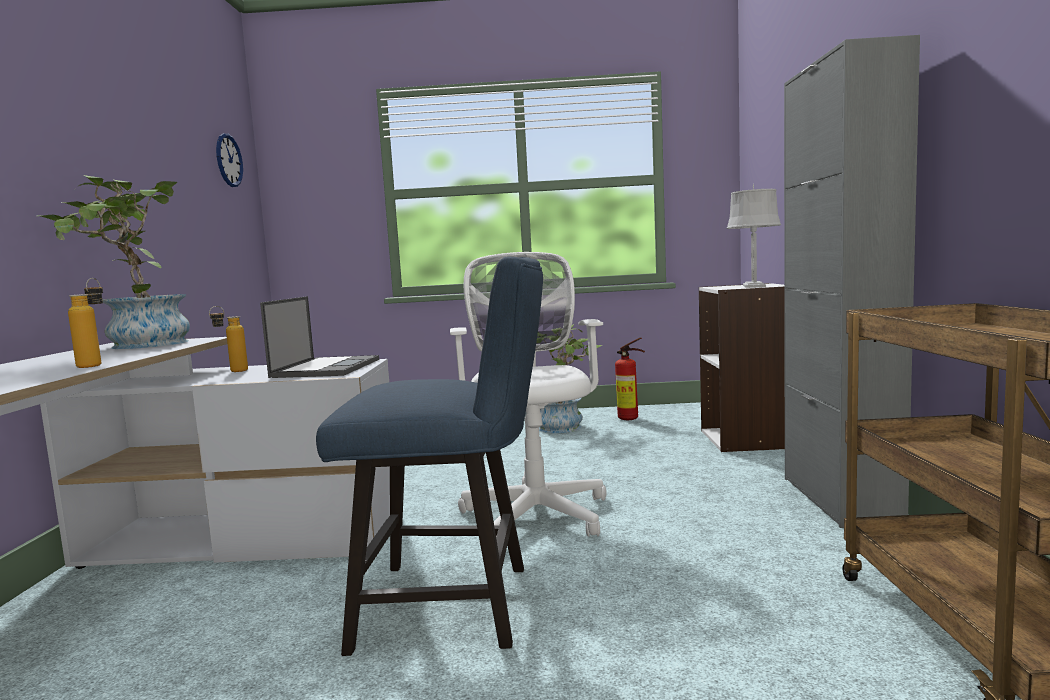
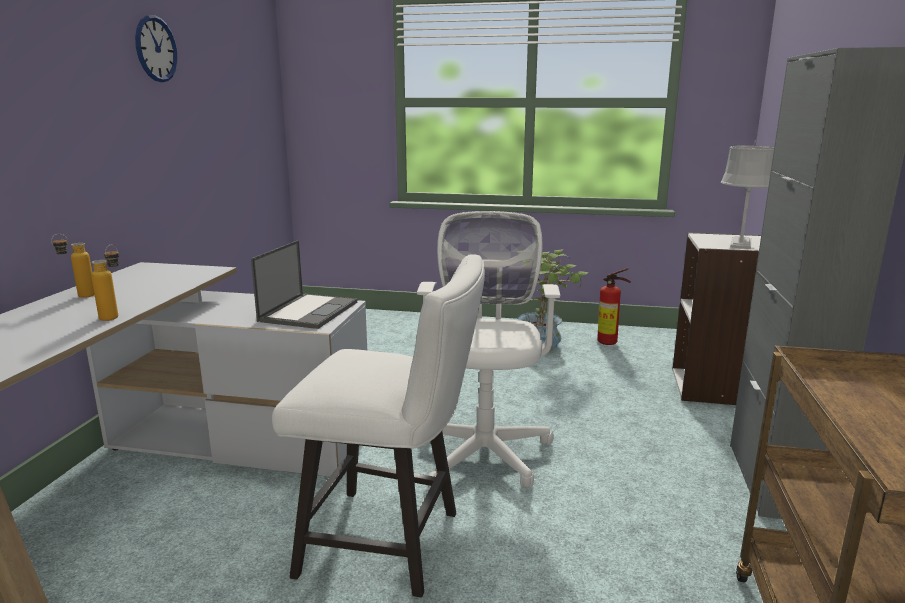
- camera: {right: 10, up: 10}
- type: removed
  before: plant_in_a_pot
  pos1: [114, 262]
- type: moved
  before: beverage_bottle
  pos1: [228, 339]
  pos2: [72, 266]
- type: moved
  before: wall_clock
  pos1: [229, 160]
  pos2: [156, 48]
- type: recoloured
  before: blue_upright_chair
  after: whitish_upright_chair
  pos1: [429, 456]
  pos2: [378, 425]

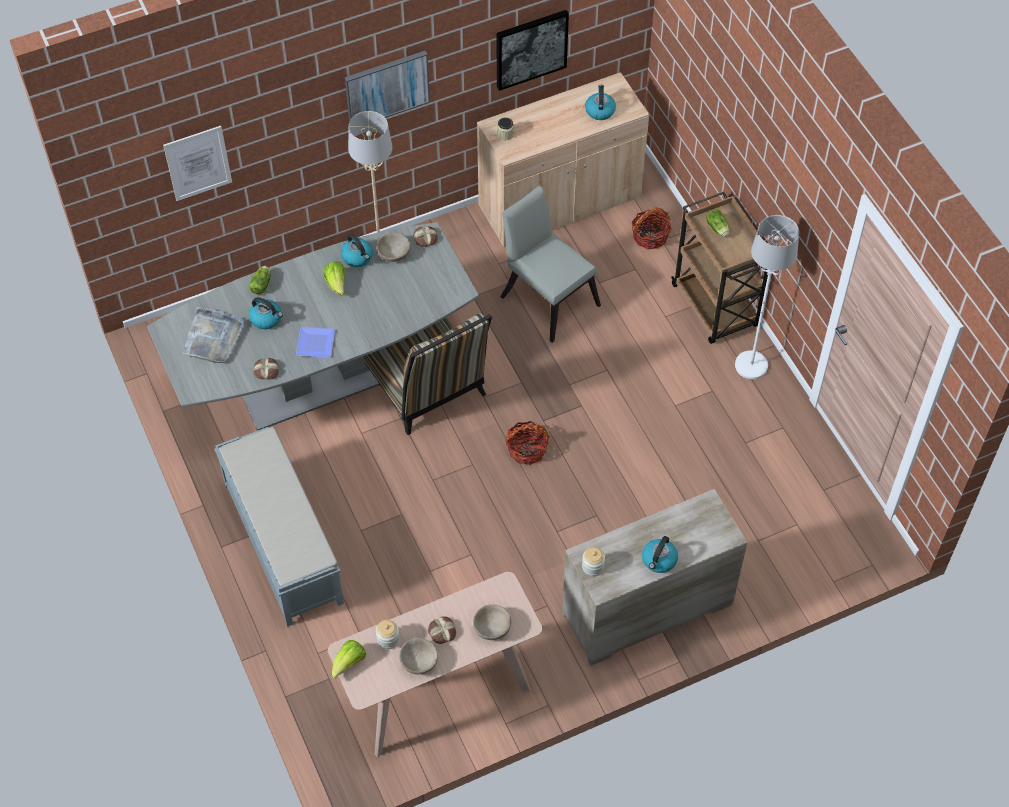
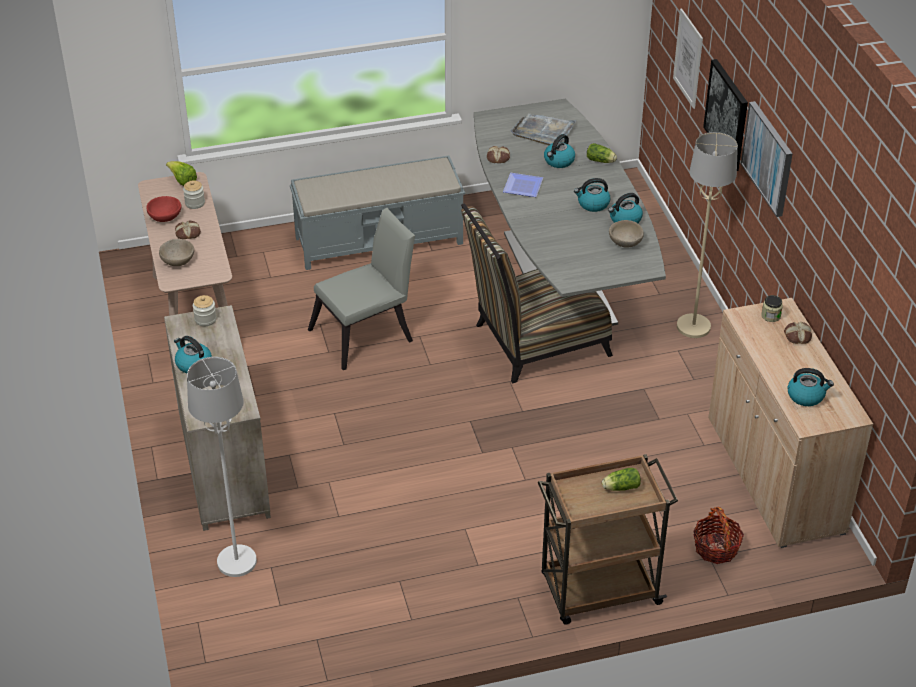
- camera: {right: 100, up: -15}
- type: removed
  before: storage_basket
  pos1: [527, 443]
- type: moved
  before: bakery_bread
  pos1: [425, 236]
  pos2: [798, 333]
- type: moved
  before: wall_art
  pos1: [532, 50]
  pos2: [725, 115]
- type: moved
  before: grey_upright_chair
  pos1: [550, 264]
  pos2: [361, 289]
- type: moved
  before: whitish_standard_lamp
  pos1: [767, 297]
  pos2: [222, 467]
- type: replaced
  before: head_of_lettuce
  after: kettle
  pos1: [334, 278]
  pos2: [592, 195]
- type: recoloured
  before: sand-coloured_serving_bowl
  after: red_serving_bowl
  pos1: [418, 656]
  pos2: [163, 209]

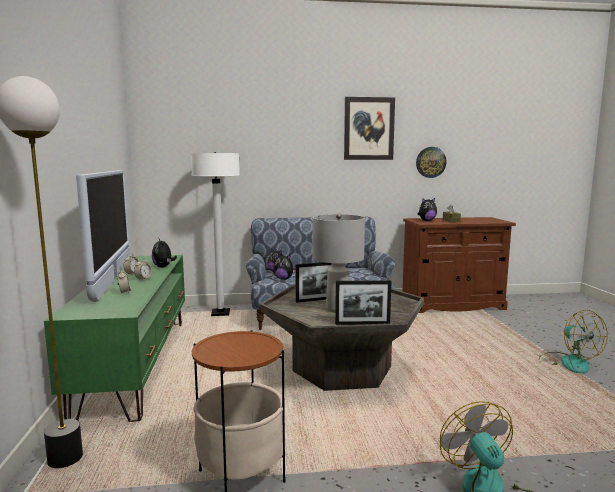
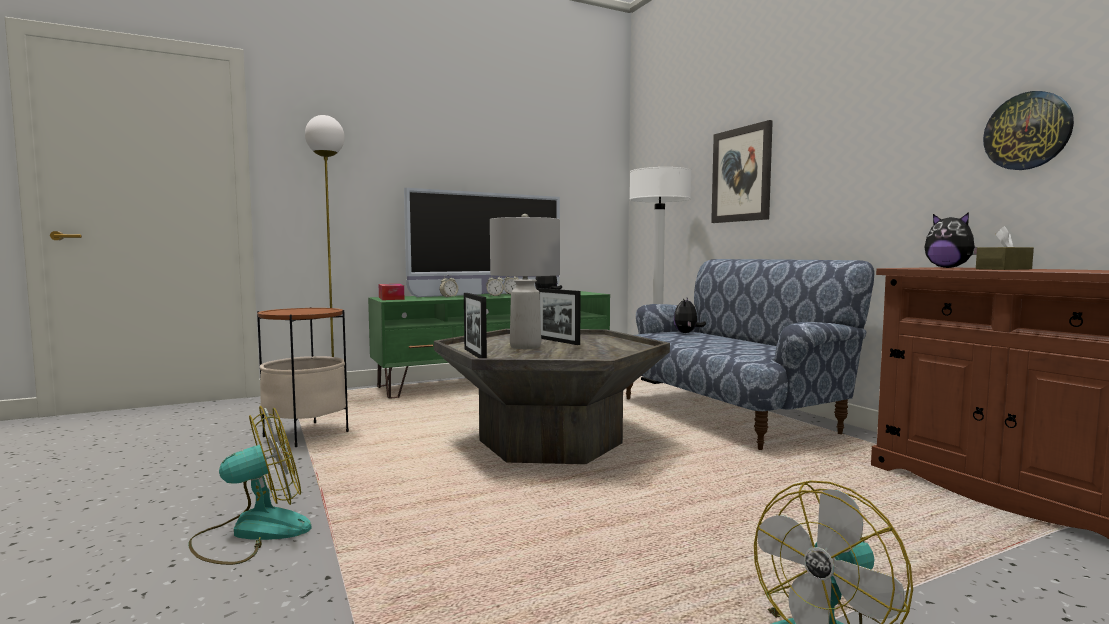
- camera: {right: 70, up: -5}
- type: removed
  before: soft_toy
  pos1: [284, 266]
- type: added
  after: tissue_box
  pos2: [391, 292]
- type: moved
  before: wall_art
  pos1: [369, 128]
  pos2: [742, 171]

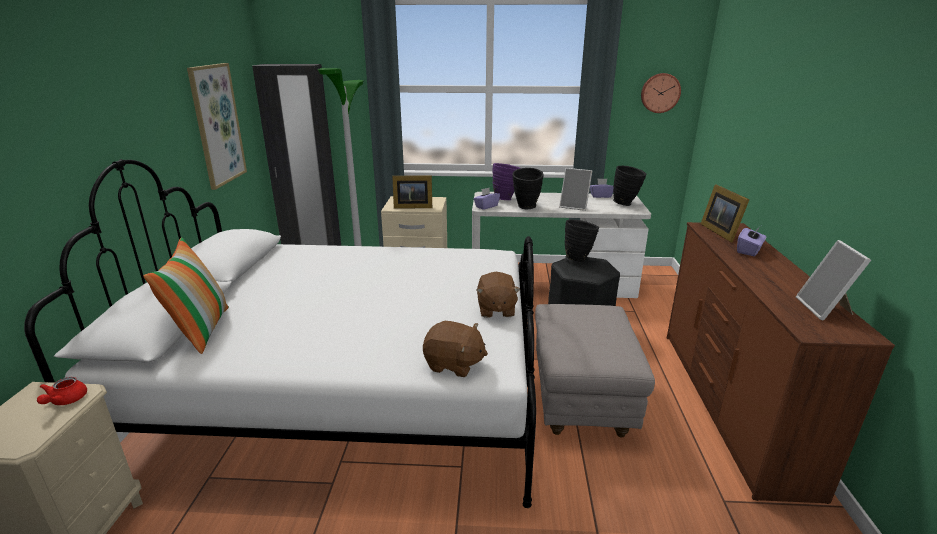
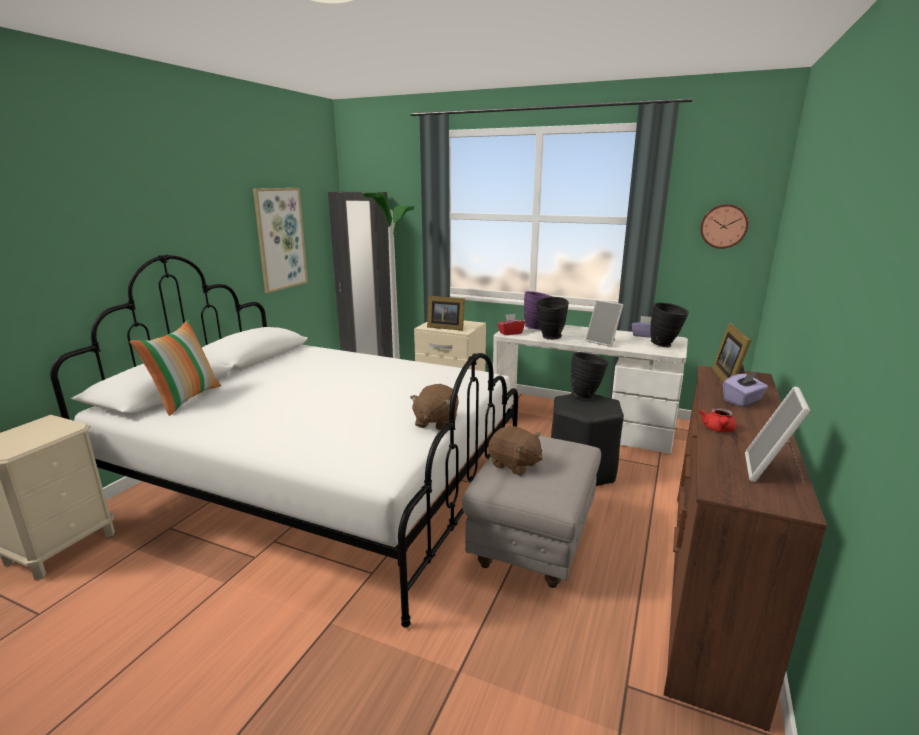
- camera: {right: 20, up: -5}
- type: moved
  before: red_pot_for_tea
  pos1: [62, 391]
  pos2: [717, 420]
- type: moved
  before: brown_soft_toy
  pos1: [455, 349]
  pos2: [515, 450]
- type: recoloured
  before: purple_tissue_box
  after: red_tissue_box
  pos1: [486, 199]
  pos2: [511, 324]

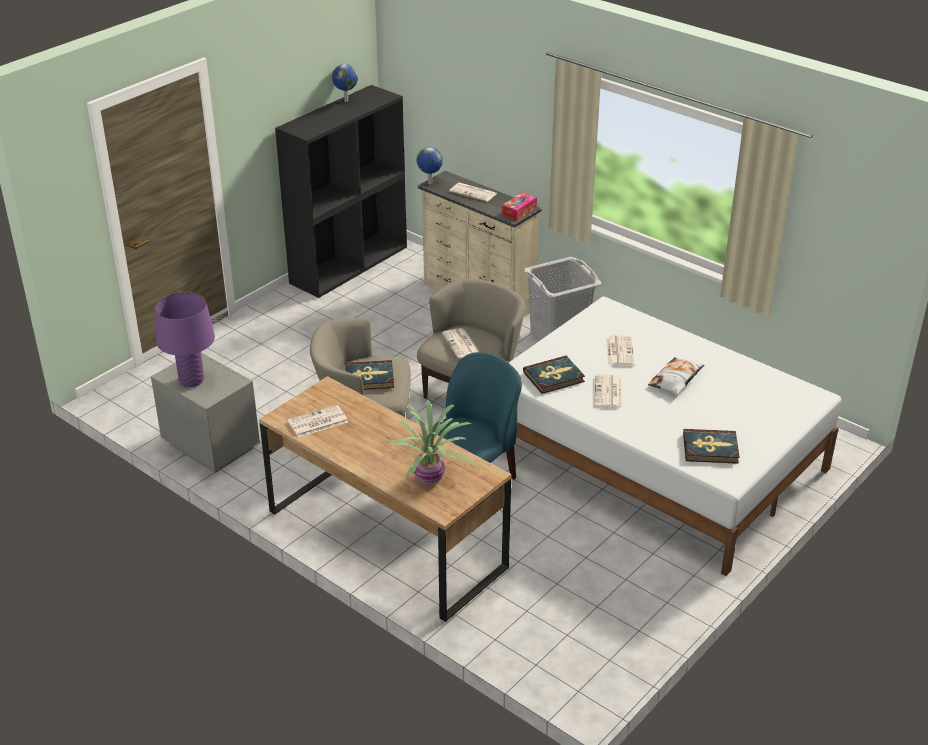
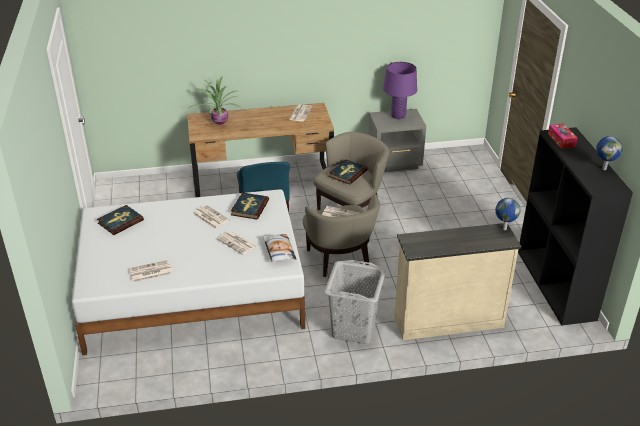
- camera: {right: 130, up: 0}
- type: moved
  before: daily_paper
  pos1: [473, 192]
  pos2: [151, 271]
- type: moved
  before: tissue_box
  pos1: [519, 206]
  pos2: [563, 135]
- type: moved
  before: pillow
  pos1: [676, 376]
  pos2: [279, 248]

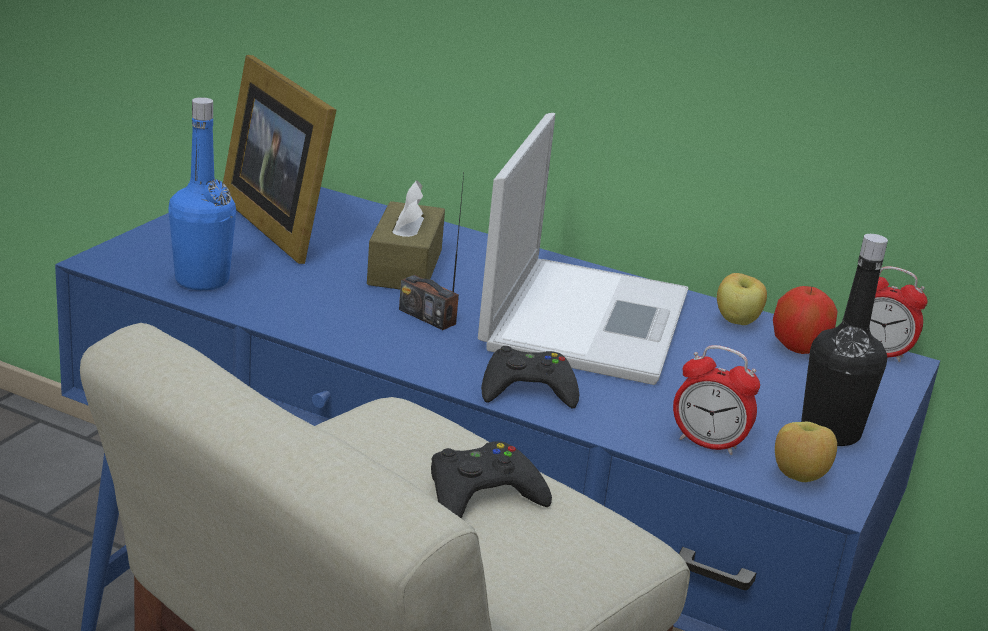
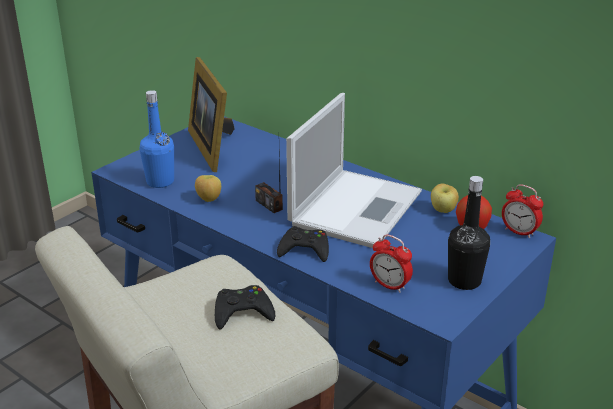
- camera: {right: 15, up: 5}
- type: removed
  before: brown_tissue_box
  pos1: [406, 234]
- type: moved
  before: apple_fruit
  pos1: [806, 452]
  pos2: [208, 188]

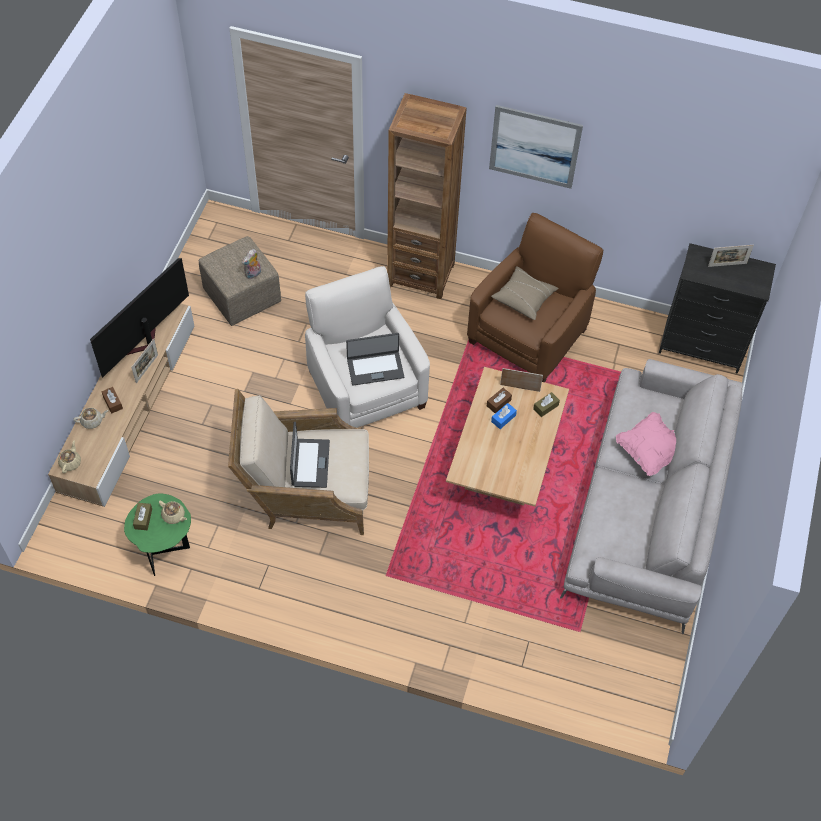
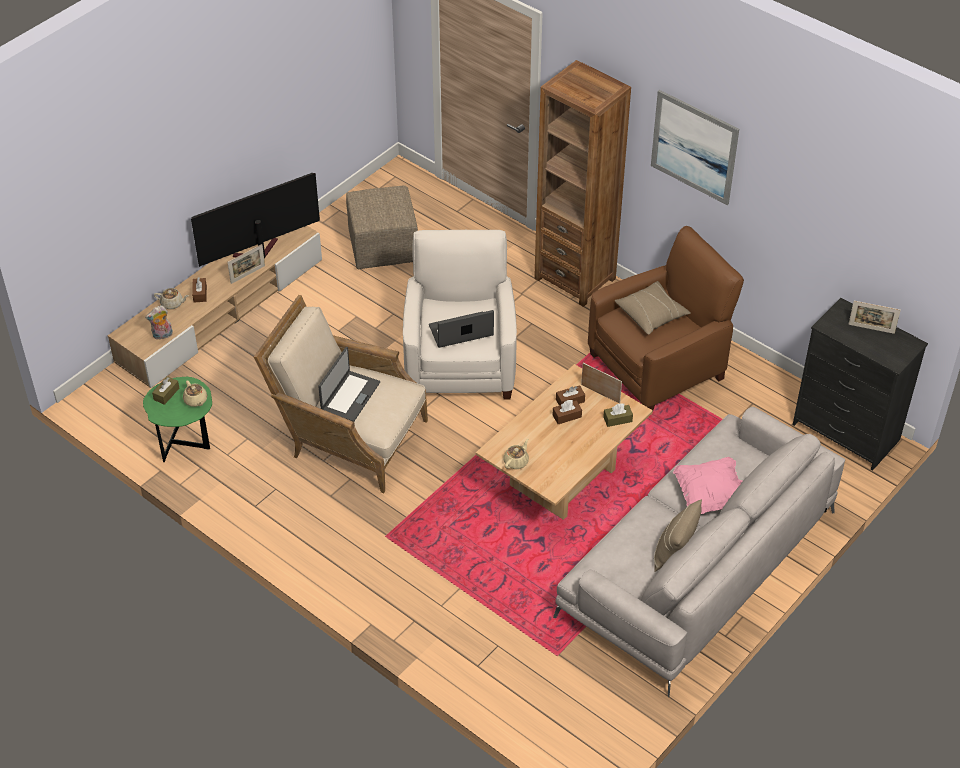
- camera: {right: 25, up: -10}
- type: added
  after: sand-coloured_pillow
  pos2: [678, 535]
- type: moved
  before: sand-coloured_pot_for_tea
  pos1: [69, 456]
  pos2: [516, 453]
- type: moved
  before: soft_toy
  pos1: [251, 264]
  pos2: [159, 322]
- type: recoloured
  before: blue_tissue_box
  after: brown_tissue_box
  pos1: [504, 416]
  pos2: [567, 412]
- type: turned
  before: portable_computer
  pos1: [375, 359]
  pos2: [461, 329]
  turn: 150

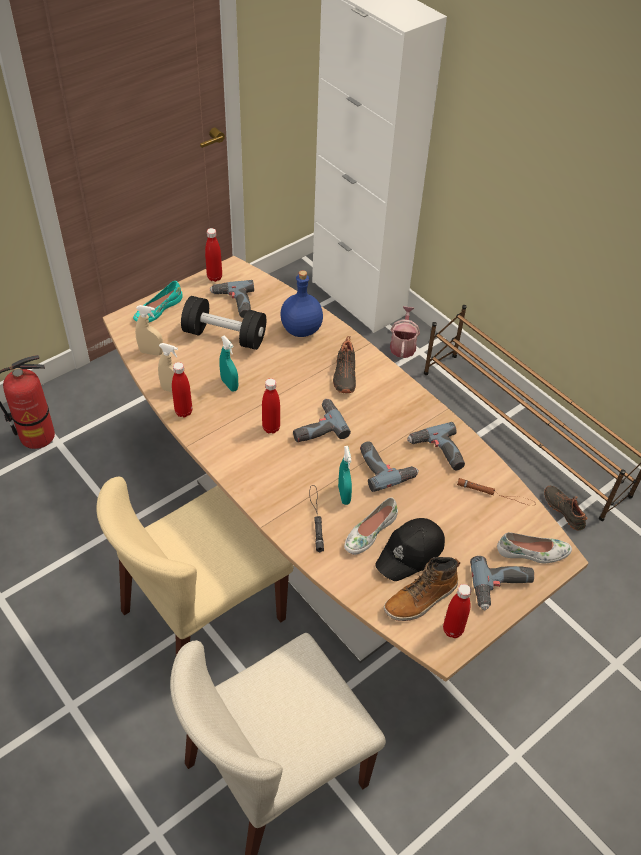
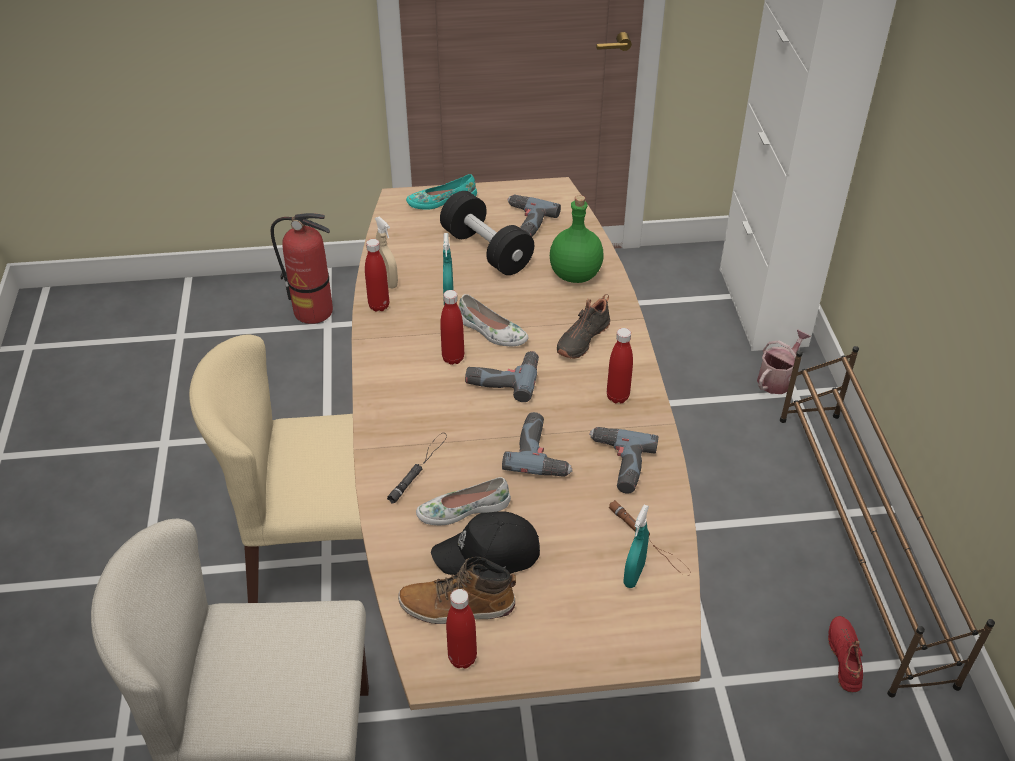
- camera: {right: 35, up: -5}
- type: removed
  before: sand-coloured_hand_sprayer
  pos1: [149, 330]
- type: removed
  before: electric_drill
  pos1: [502, 583]
- type: moved
  before: red_beverage_bottle
  pos1: [213, 255]
  pos2: [620, 365]
- type: moved
  before: turquoise-coloured_hand_sprayer
  pos1: [345, 475]
  pos2: [636, 546]
- type: moved
  before: whitish_shoe
  pos1: [534, 547]
  pos2: [494, 320]
- type: recoloured
  before: blue_beverage_bottle
  after: green-coloured_beverage_bottle
  pos1: [301, 303]
  pos2: [576, 239]
- type: recoloured
  before: black-coloured_shoe
  after: red_shoe
  pos1: [565, 508]
  pos2: [845, 654]

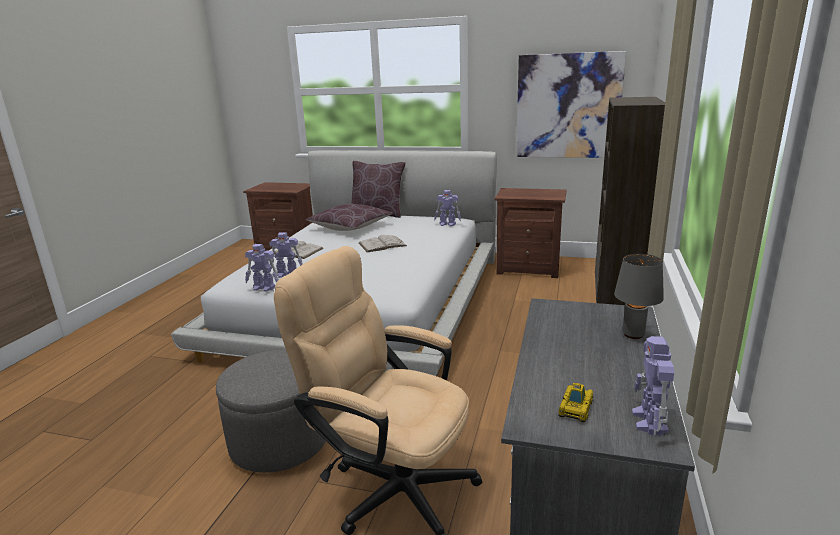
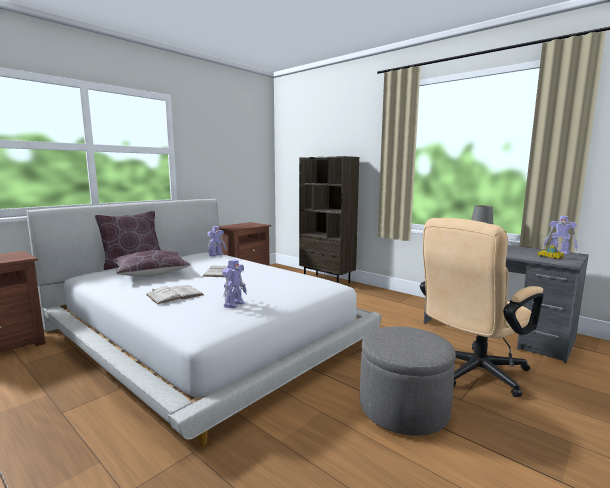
- camera: {right: -65, up: -10}
- type: removed
  before: model_robot
  pos1: [262, 268]
- type: removed
  before: wall_art
  pos1: [571, 104]

